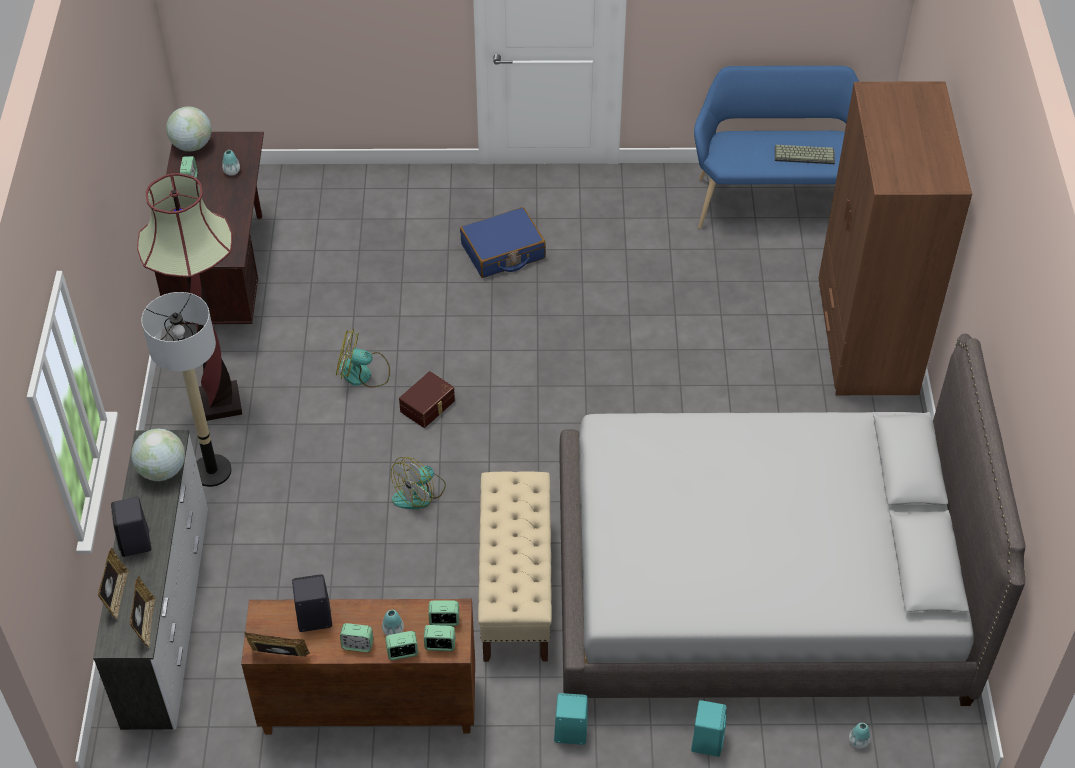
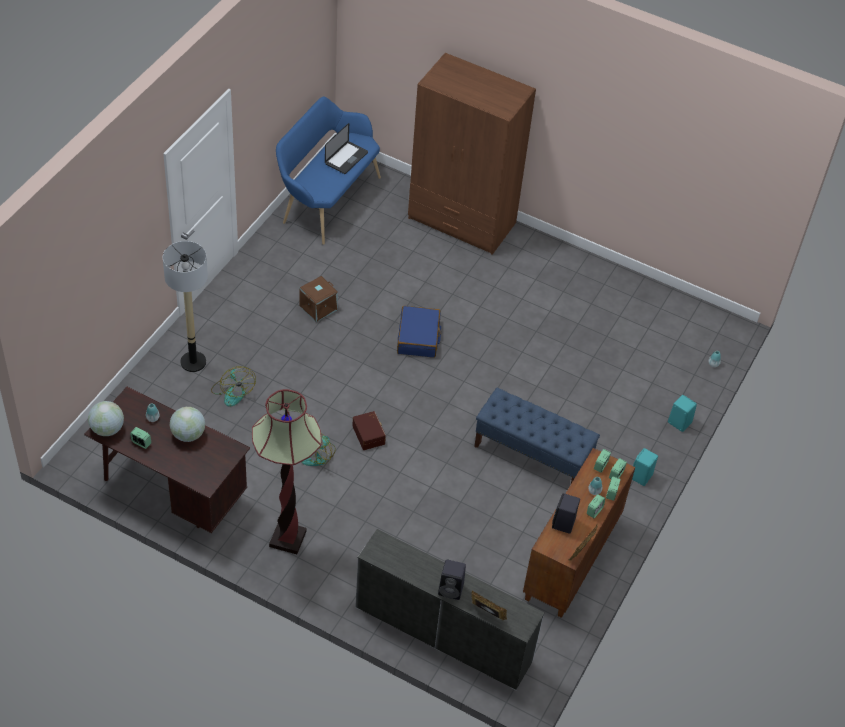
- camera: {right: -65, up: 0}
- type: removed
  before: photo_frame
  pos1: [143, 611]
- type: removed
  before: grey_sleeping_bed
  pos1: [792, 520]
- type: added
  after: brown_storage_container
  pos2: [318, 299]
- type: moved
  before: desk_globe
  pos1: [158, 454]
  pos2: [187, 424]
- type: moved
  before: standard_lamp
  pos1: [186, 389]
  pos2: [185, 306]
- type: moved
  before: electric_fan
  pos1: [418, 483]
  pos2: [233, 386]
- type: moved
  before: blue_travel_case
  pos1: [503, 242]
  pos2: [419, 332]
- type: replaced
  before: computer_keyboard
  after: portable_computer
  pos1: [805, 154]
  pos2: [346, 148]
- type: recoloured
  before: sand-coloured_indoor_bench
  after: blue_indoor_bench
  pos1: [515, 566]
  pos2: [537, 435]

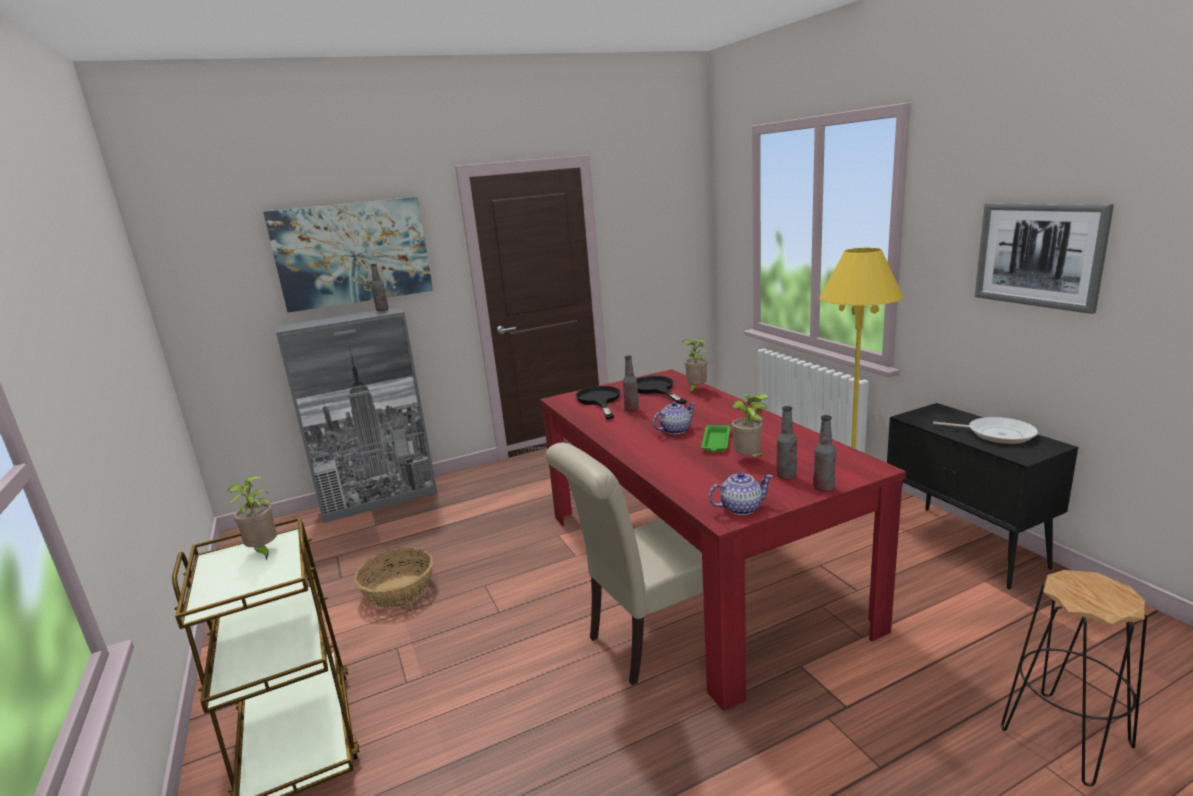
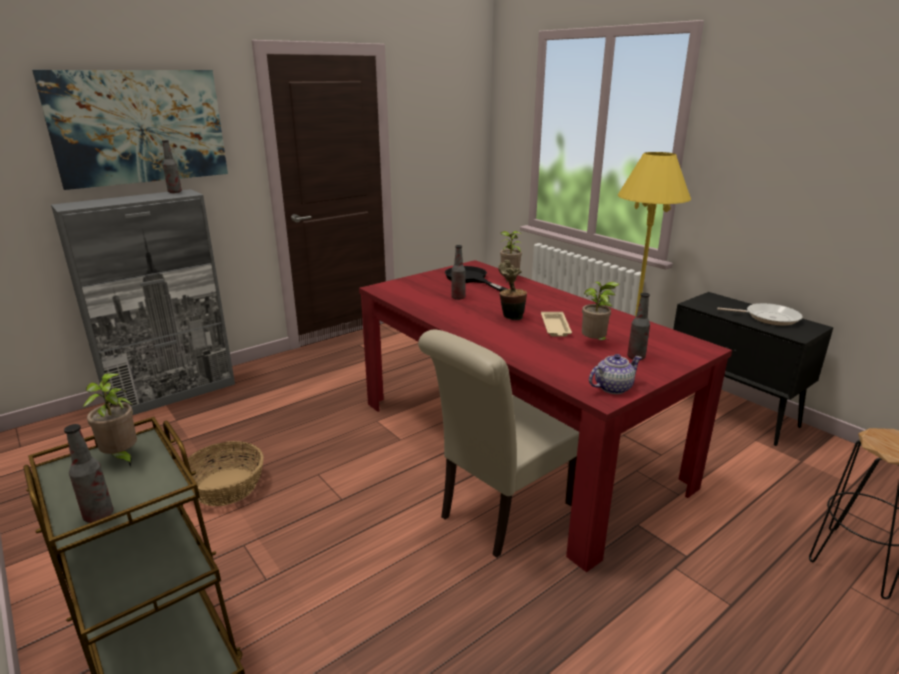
- camera: {right: -15, up: 5}
- type: removed
  before: black-coloured_frying_pan
  pos1: [598, 402]
- type: removed
  before: wall_art
  pos1: [1044, 258]
- type: moved
  before: beverage_bottle
  pos1: [824, 453]
  pos2: [88, 473]
- type: replaced
  before: pot_for_tea
  after: plant_in_a_pot
  pos1: [674, 418]
  pos2: [512, 290]
- type: recoloured
  before: green-coloured_carrying_tray
  after: sand-coloured_carrying_tray
  pos1: [715, 438]
  pos2: [556, 324]

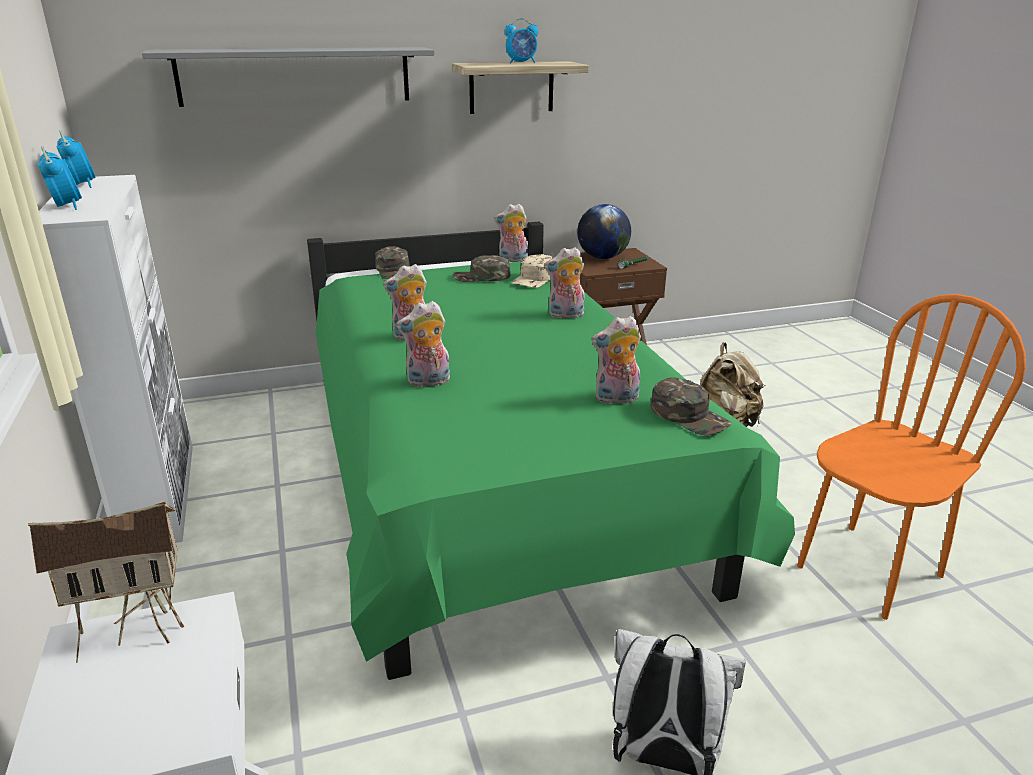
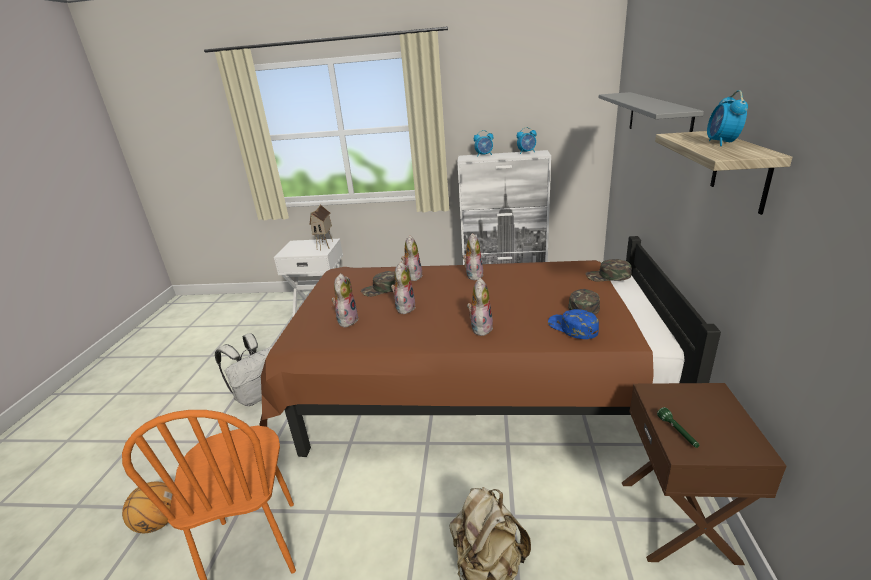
- camera: {right: 115, up: 0}
- type: removed
  before: desk_globe
  pos1: [604, 231]
- type: added
  after: ball_for_basketball
  pos2: [147, 507]
- type: moved
  before: soft_toy
  pos1: [511, 233]
  pos2: [403, 288]
- type: moved
  before: green-coloured_peaked_cap
  pos1: [691, 406]
  pos2: [378, 284]
- type: recoloured
  before: green-coloured_sleeping_bed
  after: brown_sleeping_bed
  pos1: [551, 450]
  pos2: [490, 346]
- type: recoloured
  before: sand-coloured_peaked_cap
  after: blue_peaked_cap
  pos1: [532, 271]
  pos2: [573, 324]

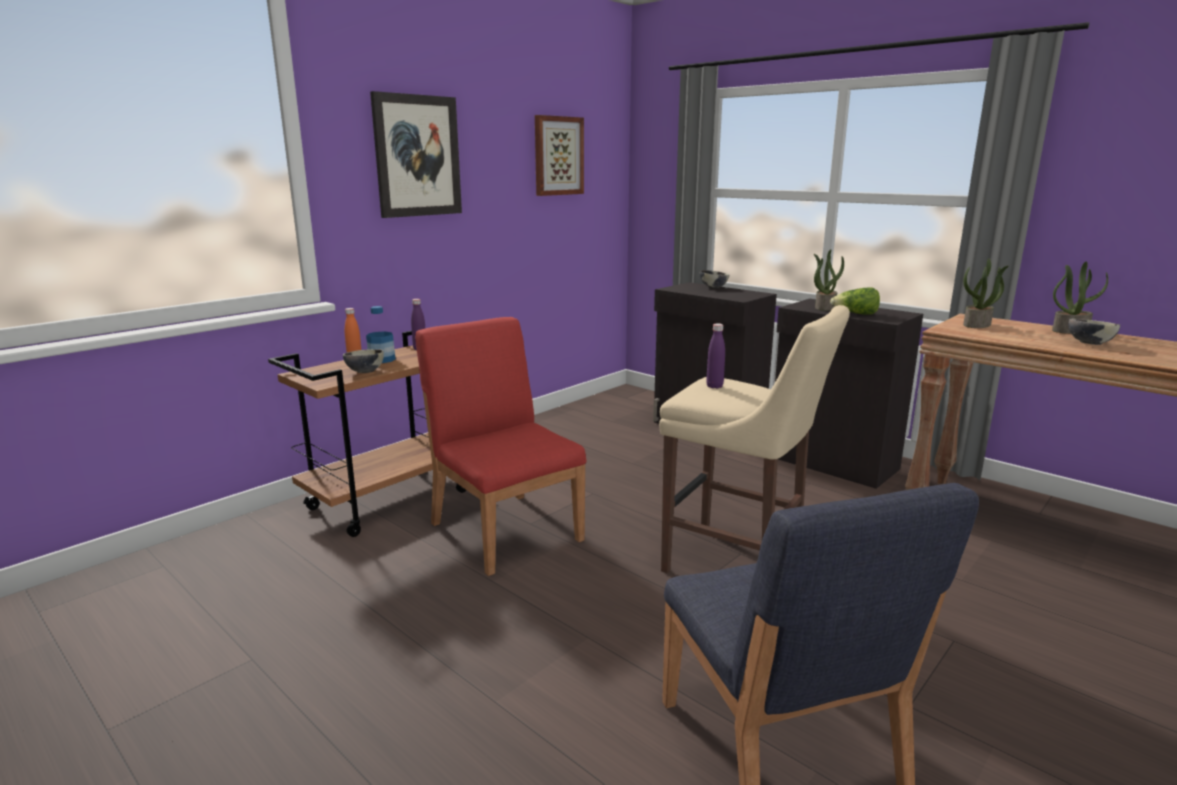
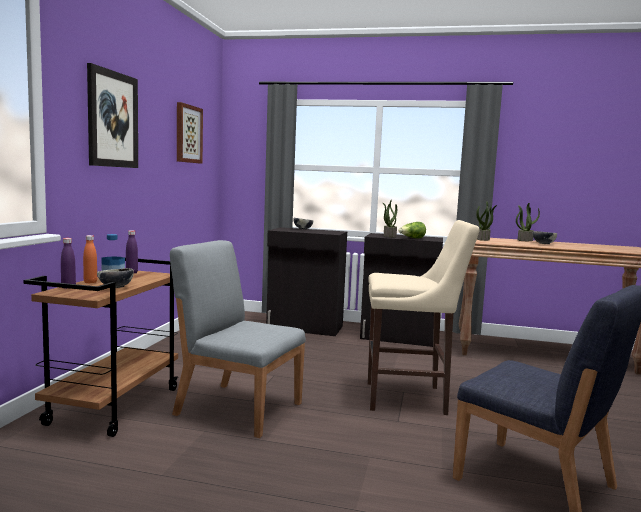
- camera: {right: -30, up: -10}
- type: moved
  before: purple_beverage_bottle
  pos1: [715, 356]
  pos2: [68, 263]
- type: recoloured
  before: red_upright_chair
  after: grey_upright_chair
  pos1: [500, 446]
  pos2: [238, 339]

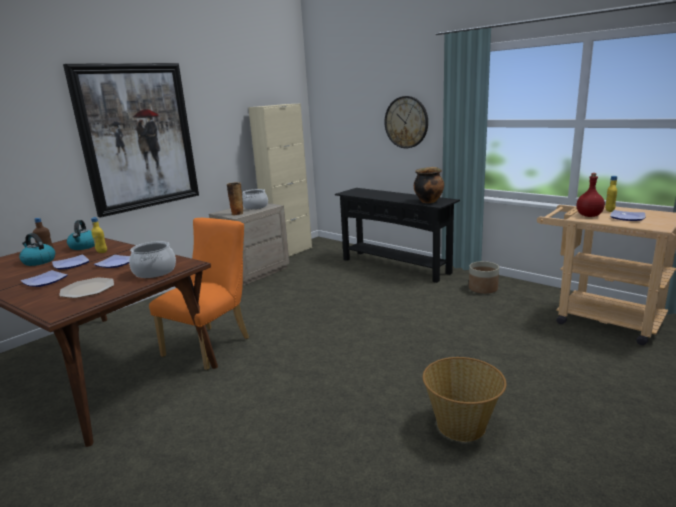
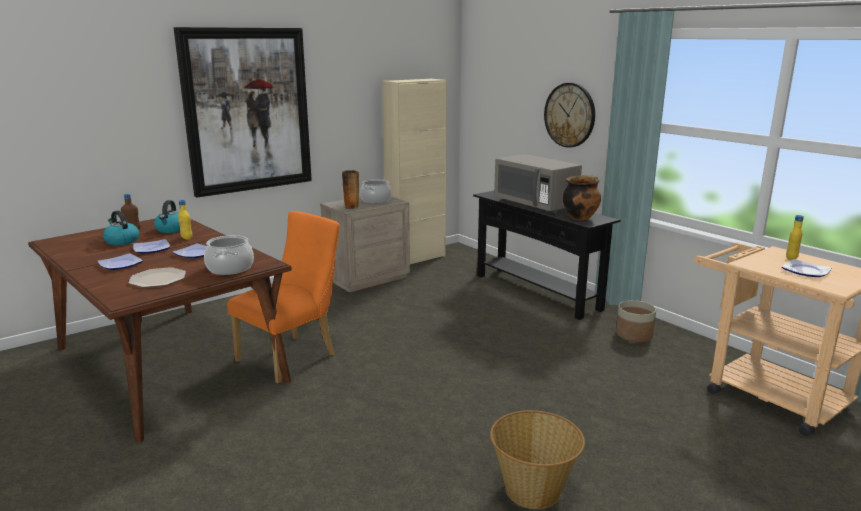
- camera: {right: 10, up: 0}
- type: removed
  before: red_beverage_bottle
  pos1: [591, 195]
- type: added
  after: grey_microwave_oven
  pos2: [538, 184]

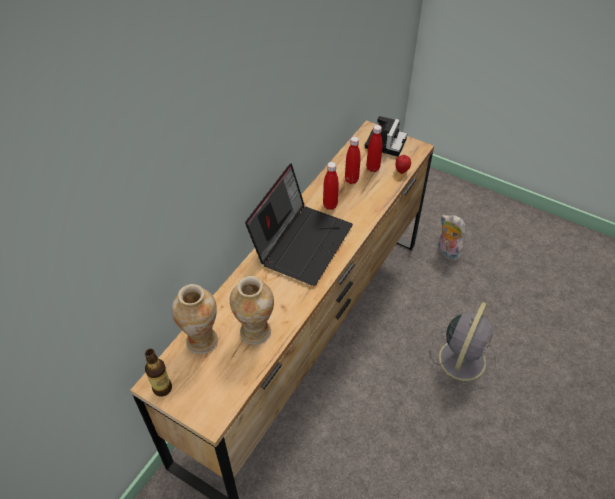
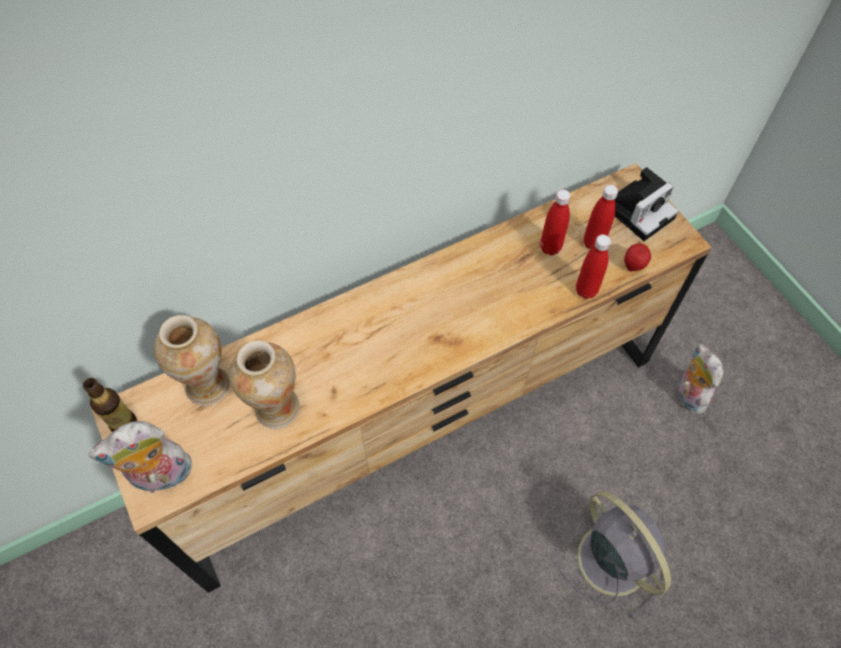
- camera: {right: 30, up: 10}
- type: removed
  before: portable_computer
  pos1: [299, 225]
- type: added
  after: soft_toy
  pos2: [140, 457]
- type: moved
  before: red_beverage_bottle
  pos1: [331, 186]
  pos2: [593, 266]
- type: turned
  before: grey_electric_fan
  pos1: [463, 346]
  pos2: [614, 555]
  turn: -90

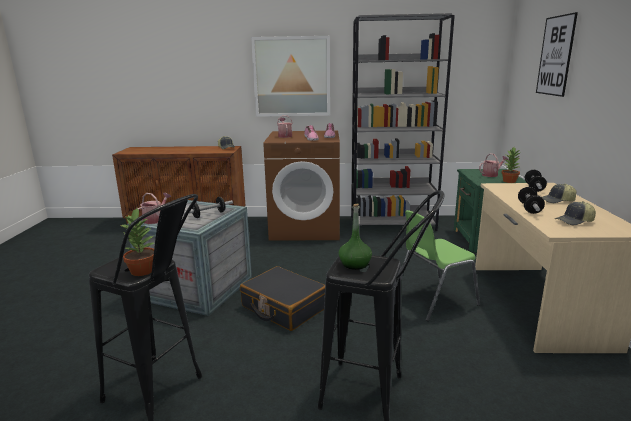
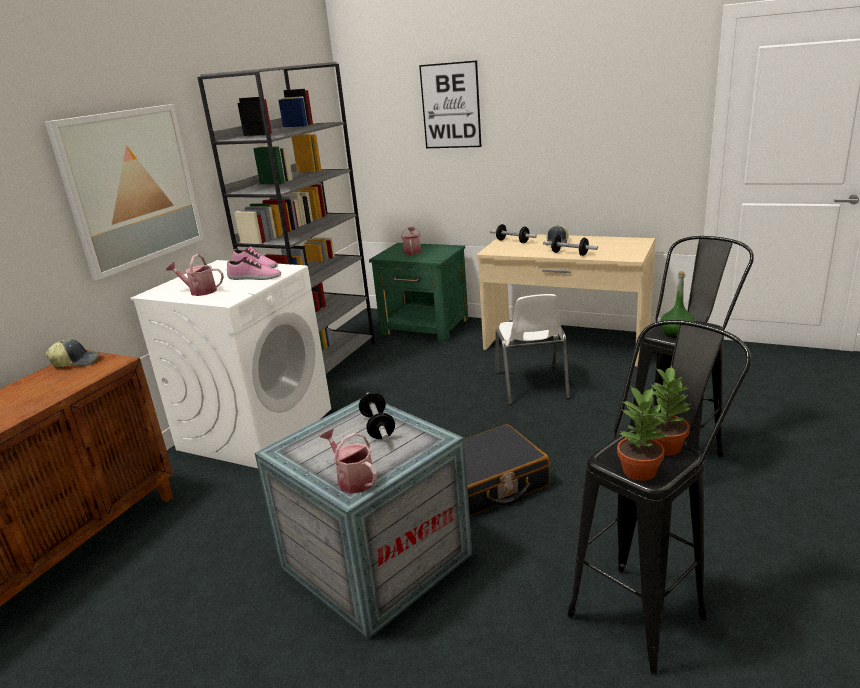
- camera: {right: -65, up: 5}
- type: removed
  before: peaked_cap
  pos1: [575, 213]
- type: moved
  before: plant_in_a_pot
  pos1: [510, 165]
  pos2: [641, 433]
- type: recoloured
  before: brown_washing_machine
  after: whitish_washing_machine
  pos1: [301, 186]
  pos2: [230, 364]
- type: recoloured
  before: green-coloured_upright_chair
  after: whitish_upright_chair
  pos1: [440, 265]
  pos2: [532, 349]

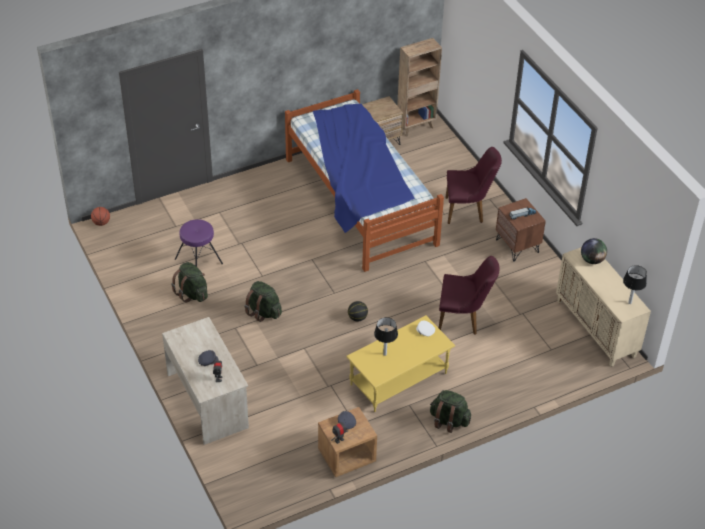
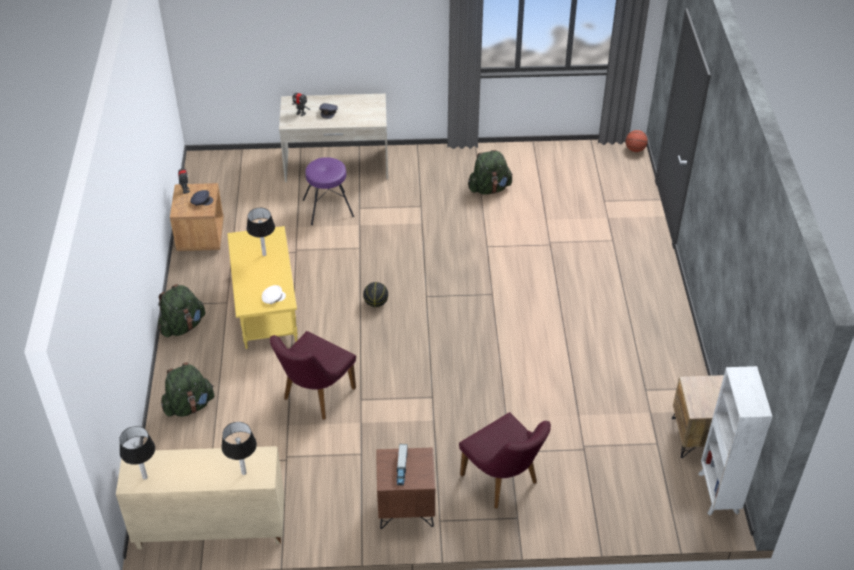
- camera: {right: 115, up: 0}
- type: removed
  before: sleeping_bed
  pos1: [364, 180]
- type: moved
  before: purple_stool
  pos1: [199, 243]
  pos2: [328, 191]
- type: moved
  before: green-coloured_backpack
  pos1: [263, 301]
  pos2: [187, 389]
- type: replaced
  before: desk_globe
  after: tabletop_lamp
  pos1: [594, 251]
  pos2: [239, 448]
- type: recoloured
  before: brown_bookshelf
  after: whitish_bookshelf
  pos1: [419, 87]
  pos2: [735, 440]
- type: turned
  before: purple_upright_chair
  pos1: [473, 185]
  pos2: [505, 460]
  turn: -60

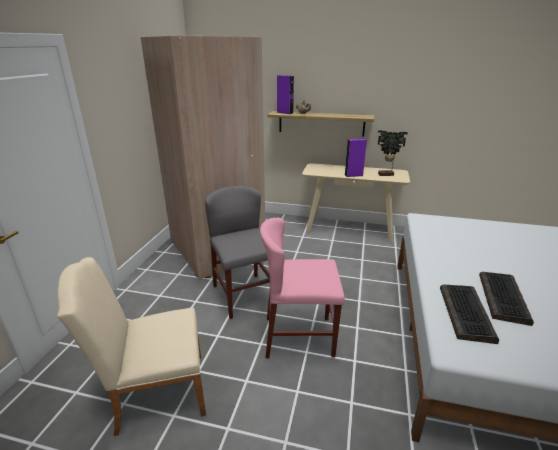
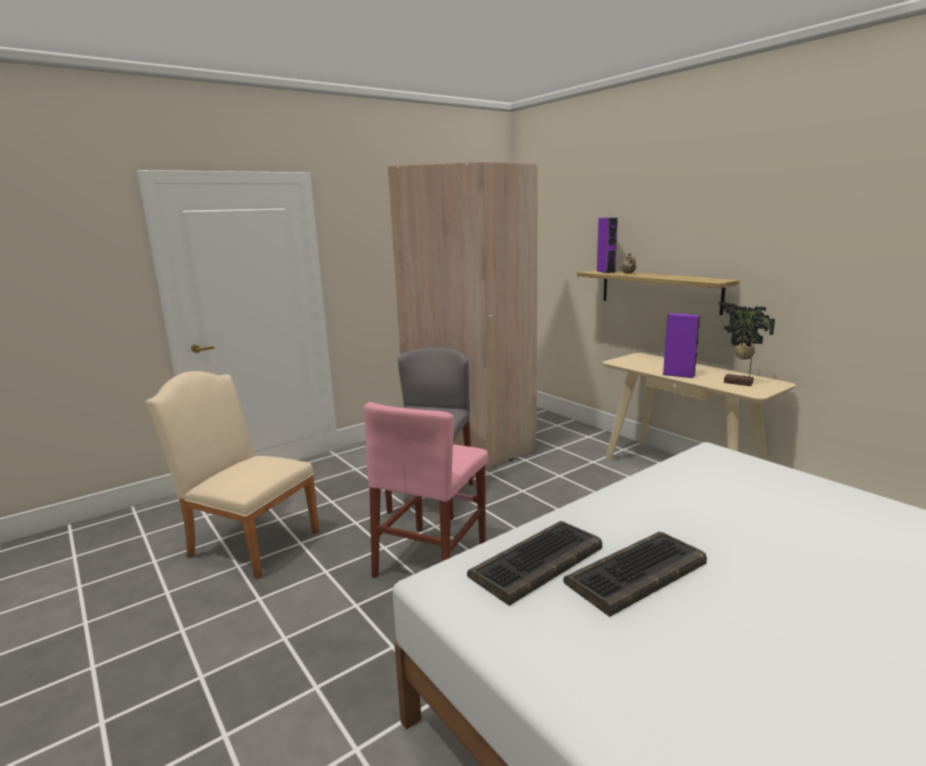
- camera: {right: 40, up: -10}
- type: turned
  before: pink_upright_chair
  pos1: [302, 288]
  pos2: [426, 490]
  turn: -105

